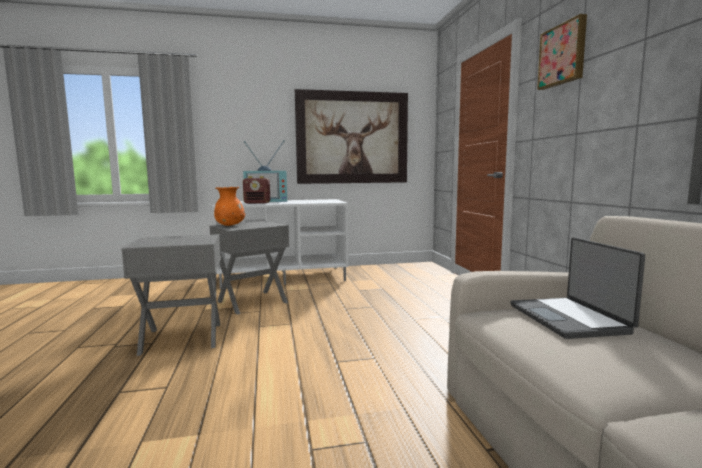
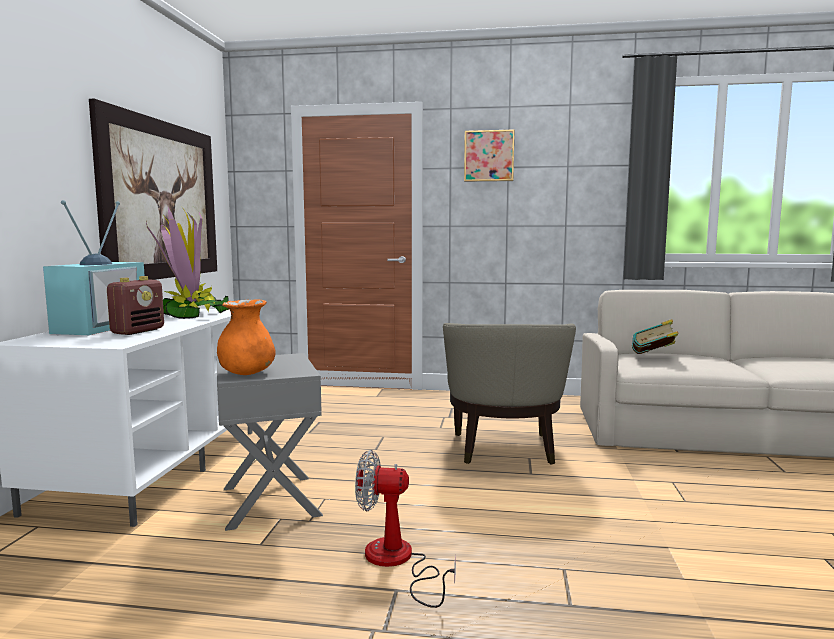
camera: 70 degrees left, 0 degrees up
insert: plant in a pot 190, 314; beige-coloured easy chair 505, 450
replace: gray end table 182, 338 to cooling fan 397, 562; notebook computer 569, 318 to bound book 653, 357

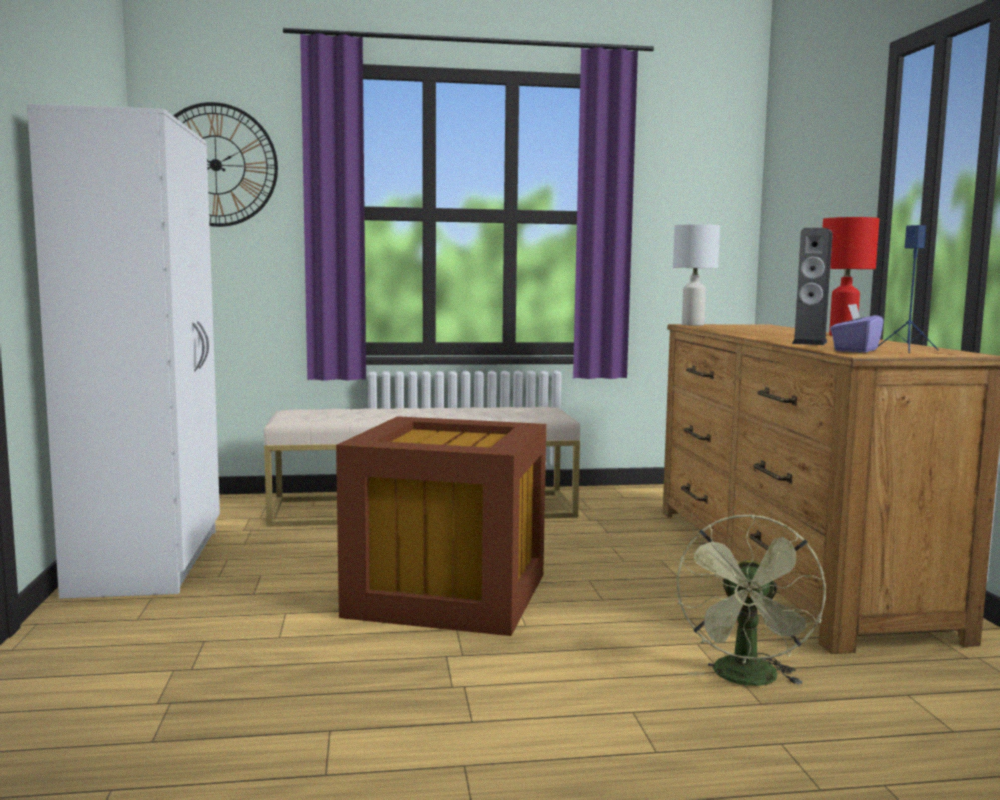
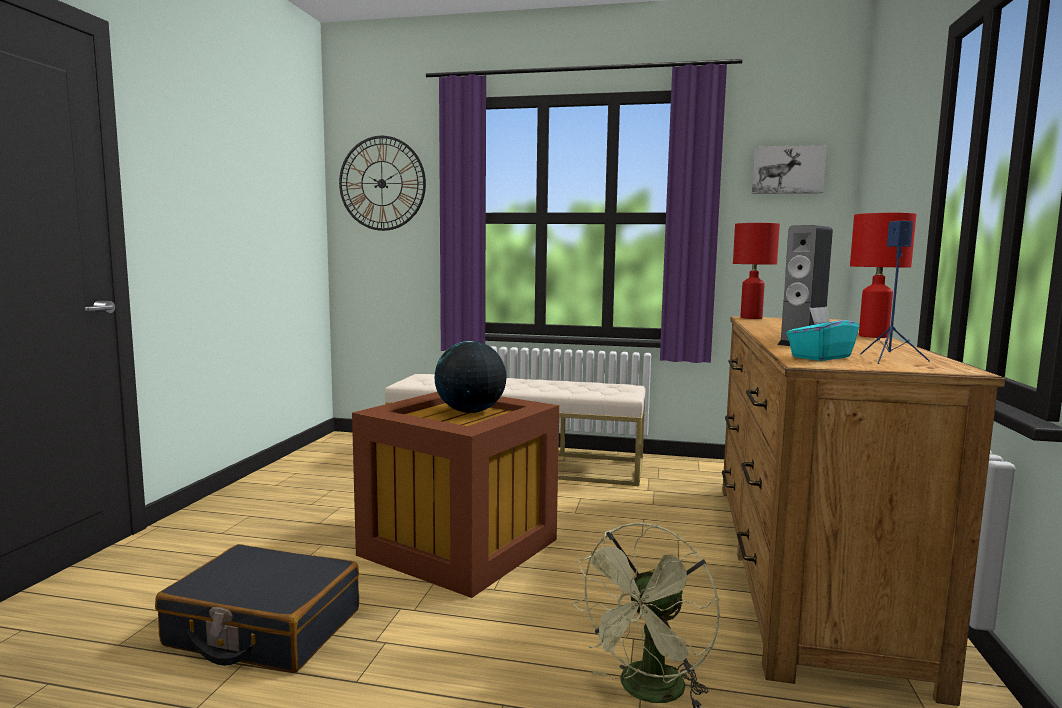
camera: 20 degrees right, 0 degrees up
delete: whitish clothes cupboard 150, 561
insert: wall picture 787, 170; world globe 470, 412; black travel case 263, 628
recolor: whitish lamp for a table 693, 325 to red-coloured lamp for a table 751, 318; purple box of tissues 855, 350 to turquoise box of tissues 820, 357

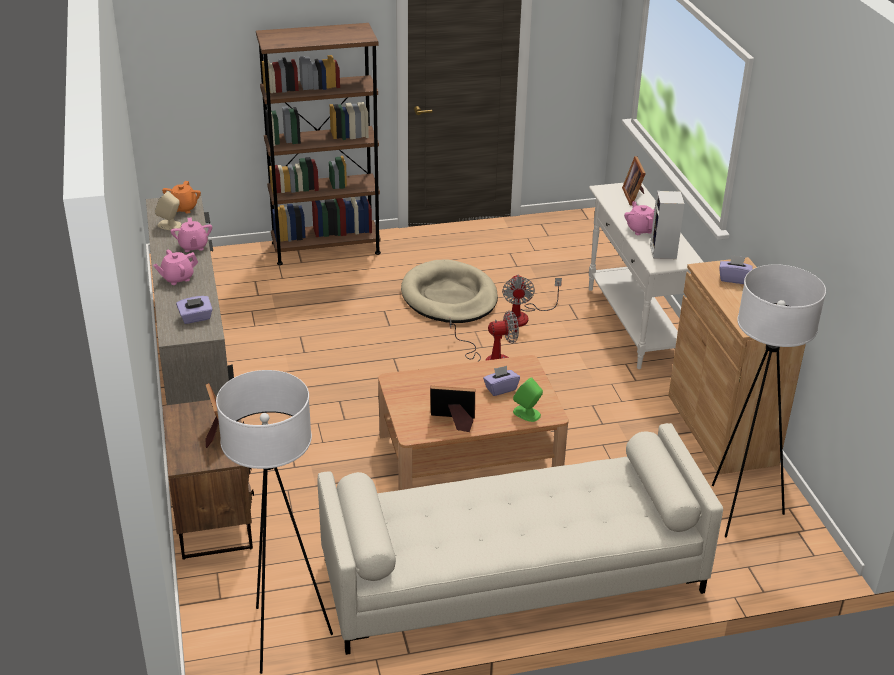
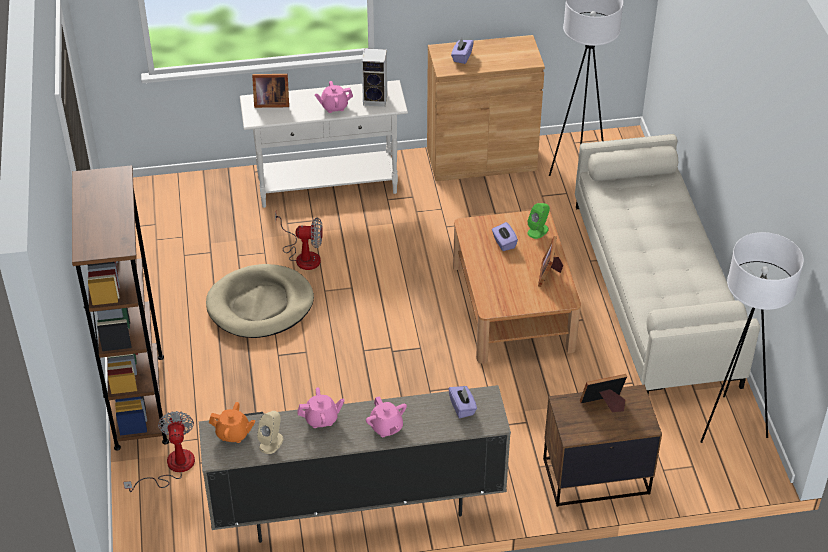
camera: 85 degrees left, 10 degrees up
move: cooling fan 490, 359 to 172, 467

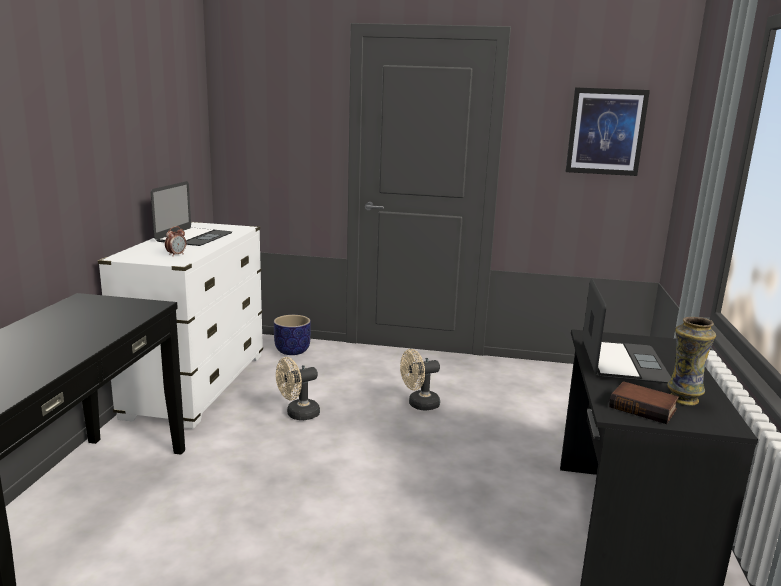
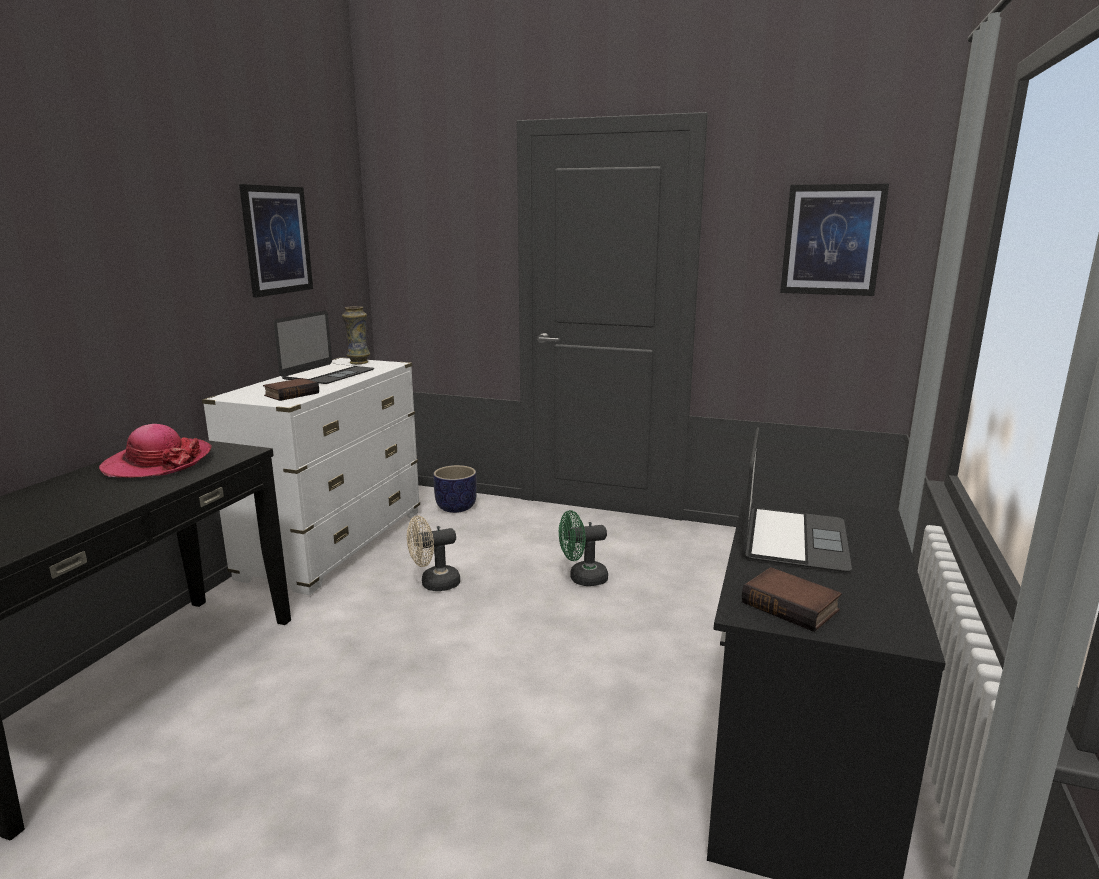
camera: 10 degrees right, 0 degrees up
insert: wall picture 277, 240; clothing hat 157, 463
move: decorative vase 683, 399 to 358, 362
replace: alarm clock 176, 255 to bound book 291, 394
recolor: beige-coloured cooling fan 419, 405 to green cooling fan 582, 579

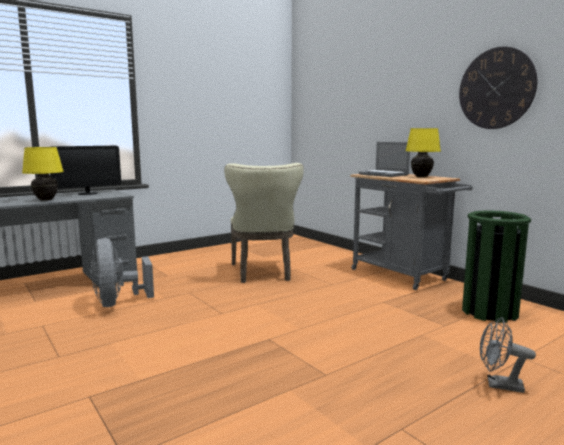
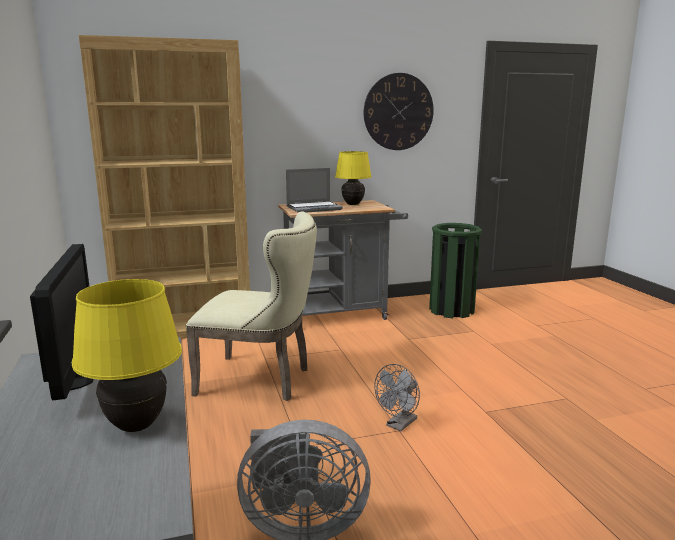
camera: 70 degrees left, 5 degrees up
insert: brown bookshelf 185, 328
move: gray cooling fan 499, 385 to 399, 425

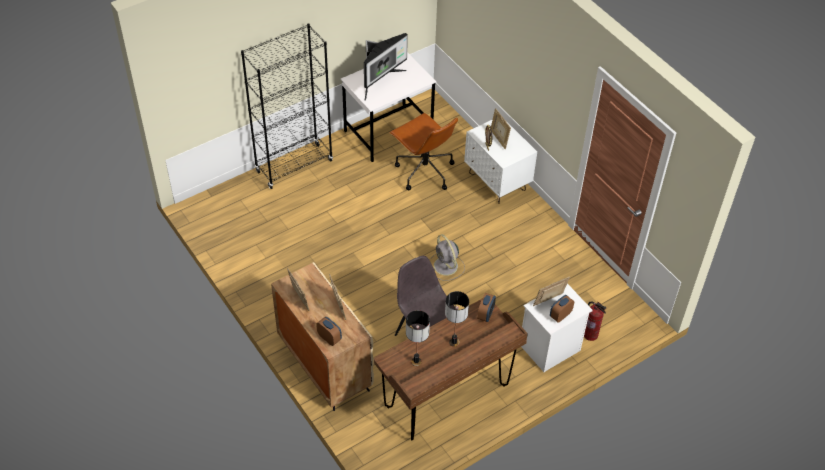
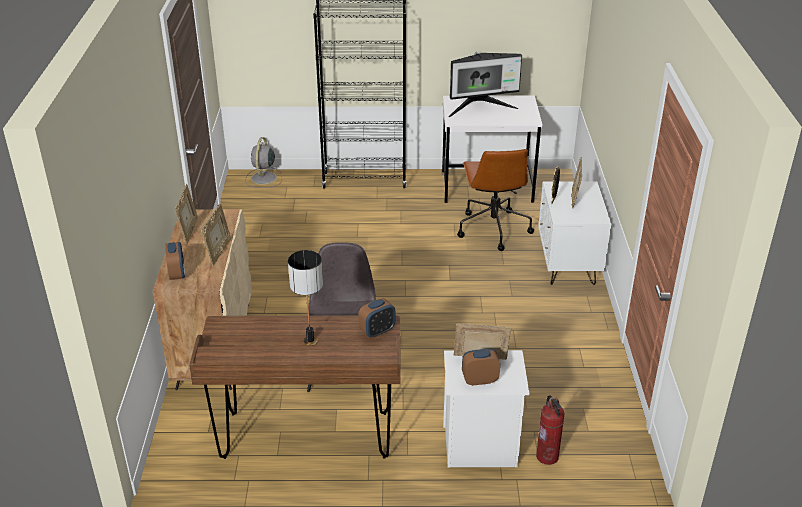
camera: 35 degrees right, 15 degrees down
delete: lamp for a table 416, 361
move: gray cooling fan 446, 267 to 263, 178

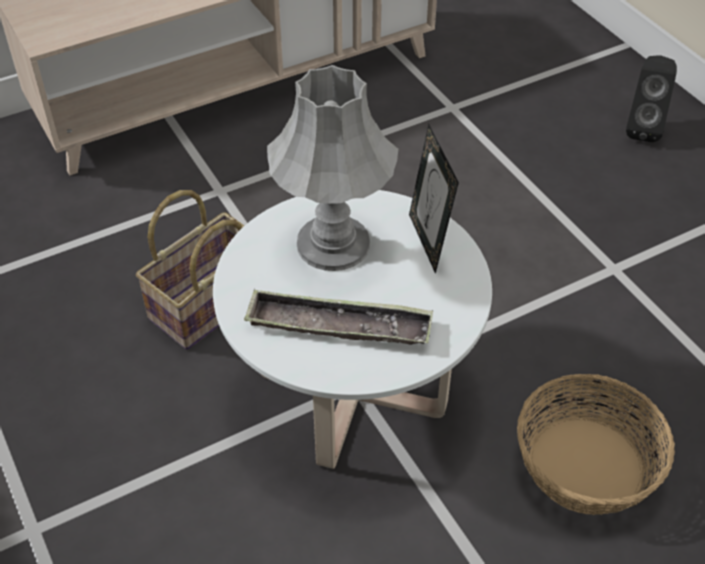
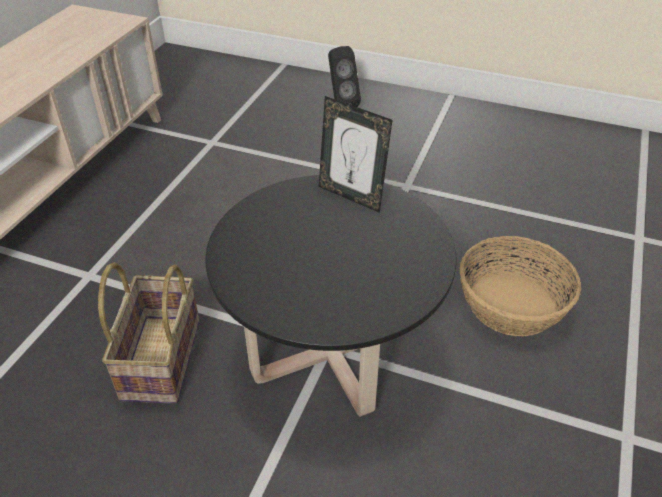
camera: 40 degrees left, 5 degrees down
delete: gray lamp for a table 333, 243; tray 338, 325
recolor: whitish lounge table 352, 392 to black lounge table 330, 352

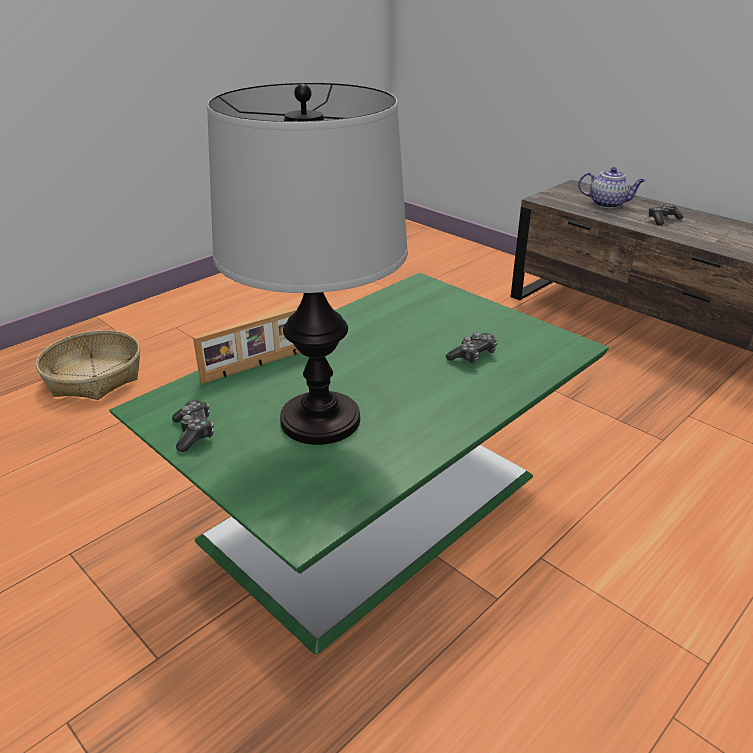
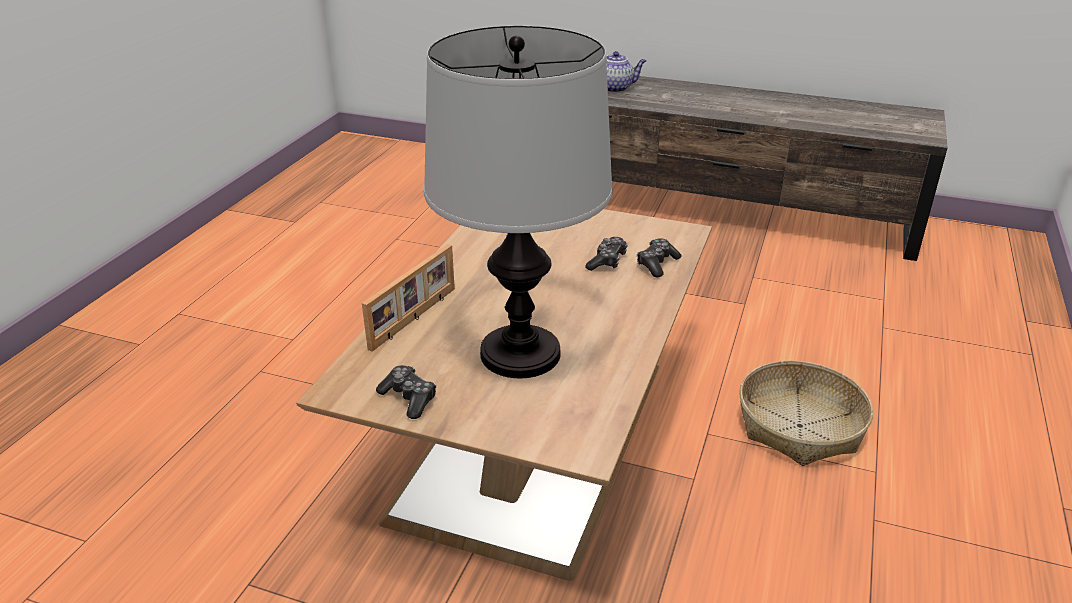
camera: 25 degrees left, 0 degrees up
move: game controller 663, 220 to 657, 264; storage basket 94, 377 to 799, 426
recolor: green lounge table 377, 502 to brown lounge table 535, 431

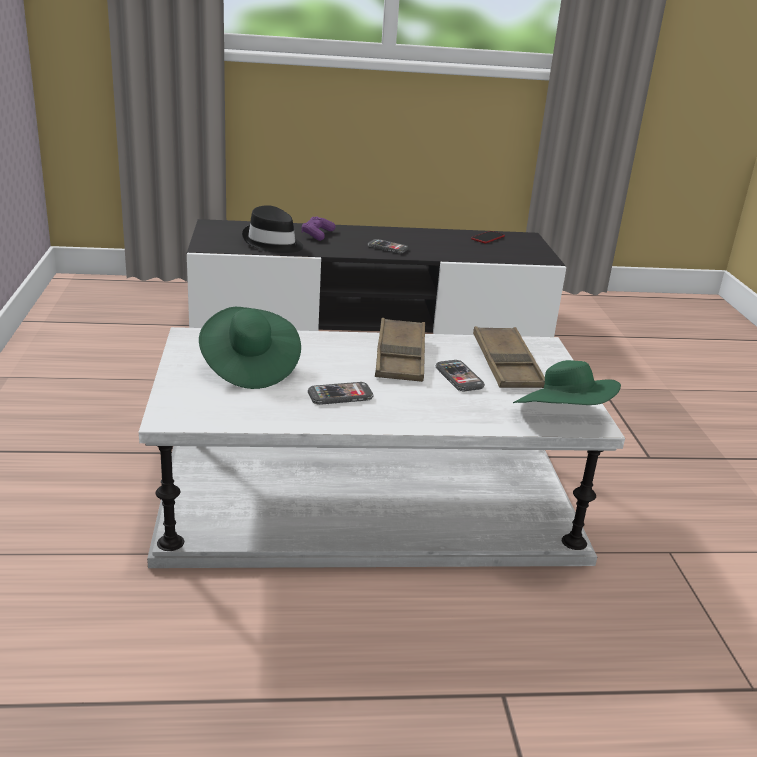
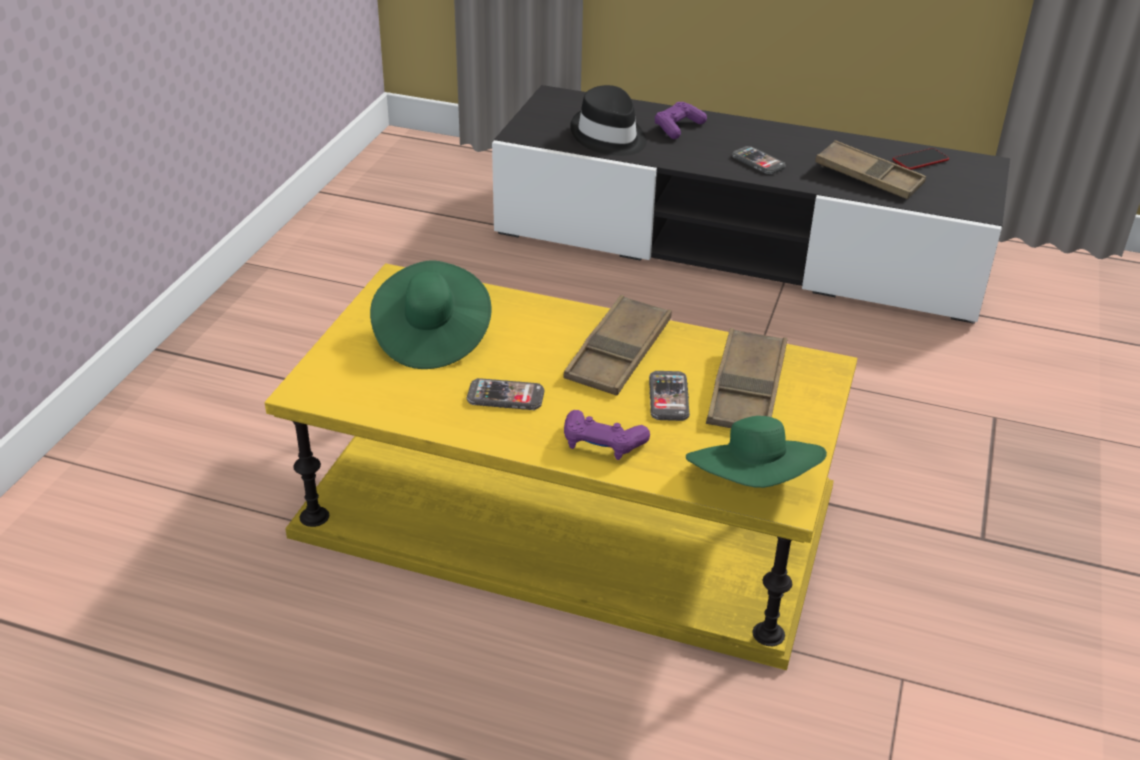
camera: 25 degrees right, 10 degrees up
insert: brown tray 868, 177; purple game controller 602, 444
recolor: whitish lounge table 367, 500 to yellow lounge table 564, 513

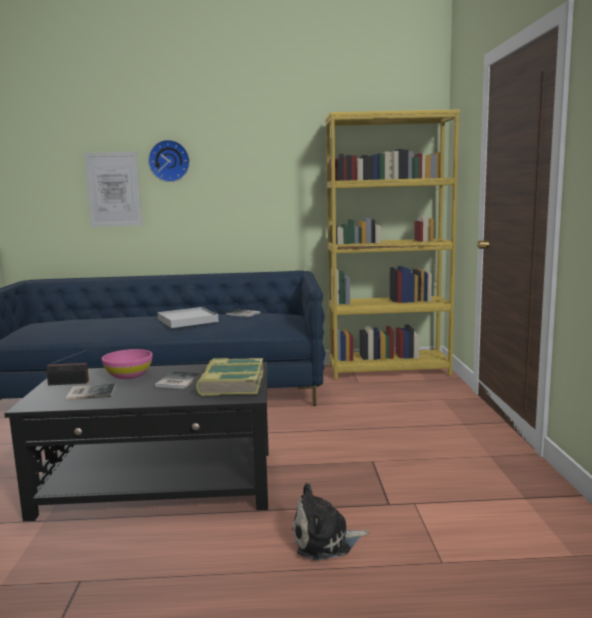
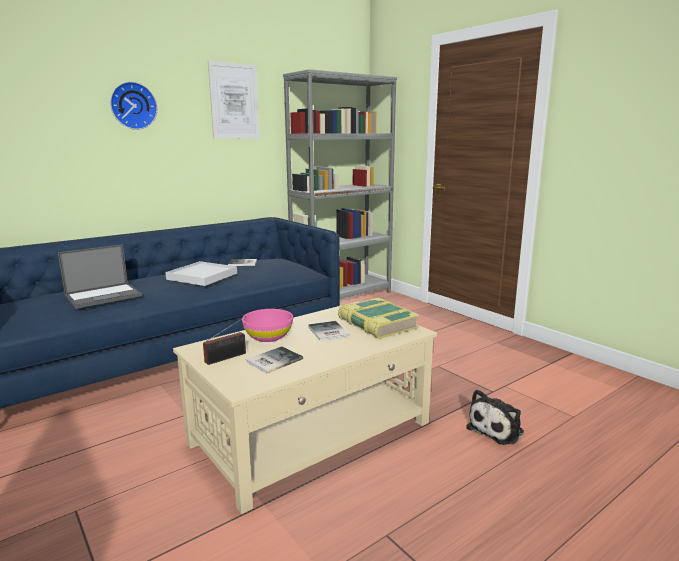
camera: 35 degrees left, 5 degrees up
insert: notebook computer 104, 296
move: wall picture 113, 189 to 234, 101
recolor: yellow bookshelf 389, 370 to gray bookshelf 342, 296; black lounge table 160, 483 to beige-coloured lounge table 313, 433

